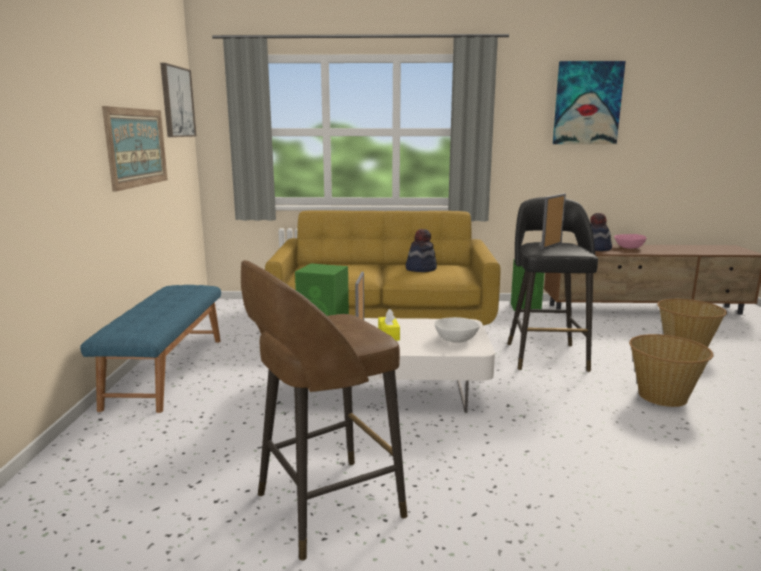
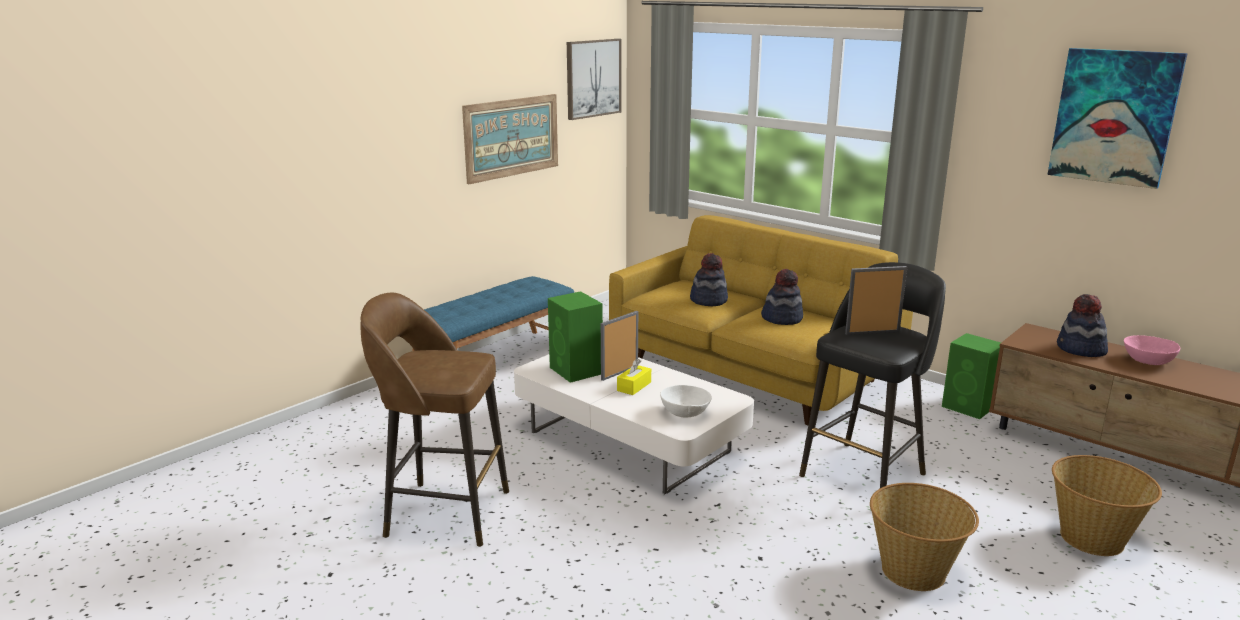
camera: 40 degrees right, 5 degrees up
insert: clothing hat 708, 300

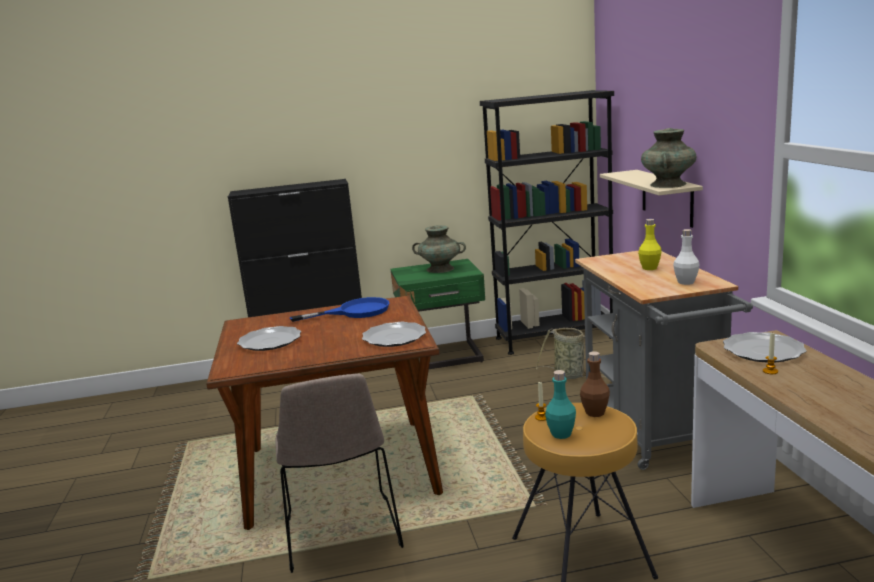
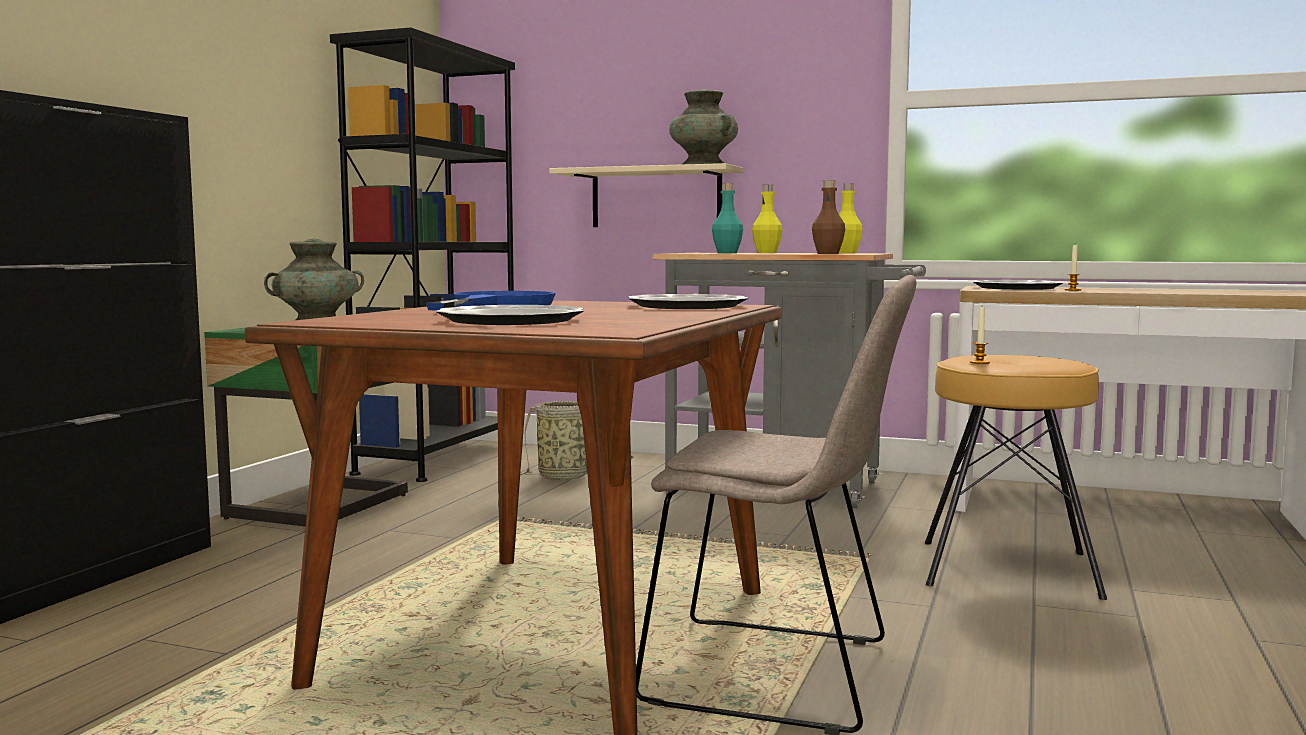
camera: 60 degrees left, 10 degrees down
move: brown beverage bottle 595, 413 to 828, 253; turquoise beverage bottle 561, 434 to 727, 253
recolor: whitish beverage bottle 686, 282 to yellow beverage bottle 846, 253

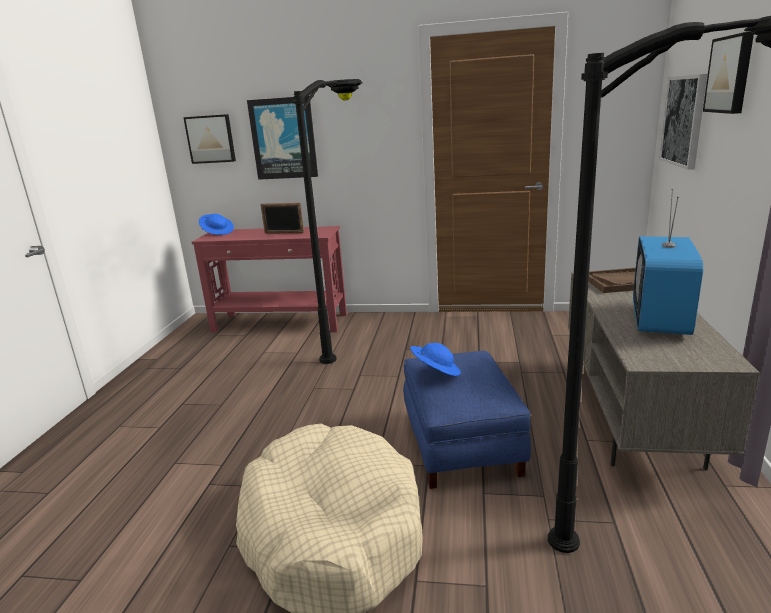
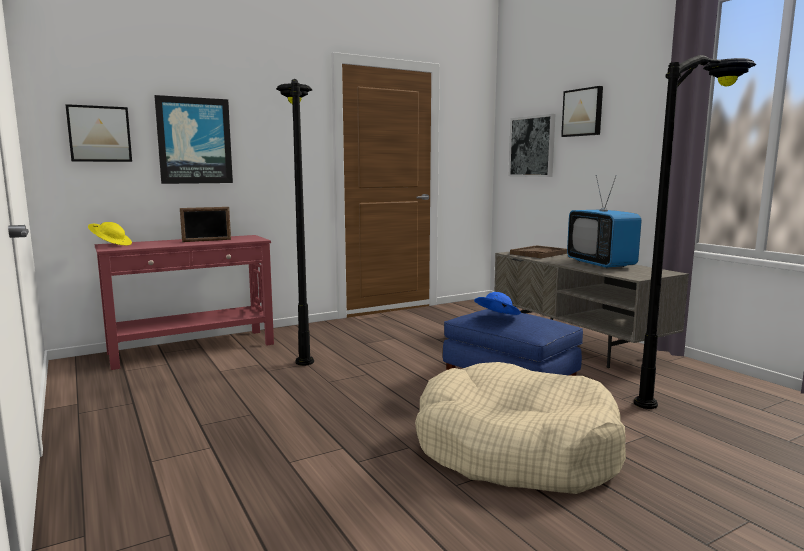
camera: 40 degrees left, 10 degrees down
recolor: blue-coloured clothing hat 218, 232 to yellow clothing hat 111, 245

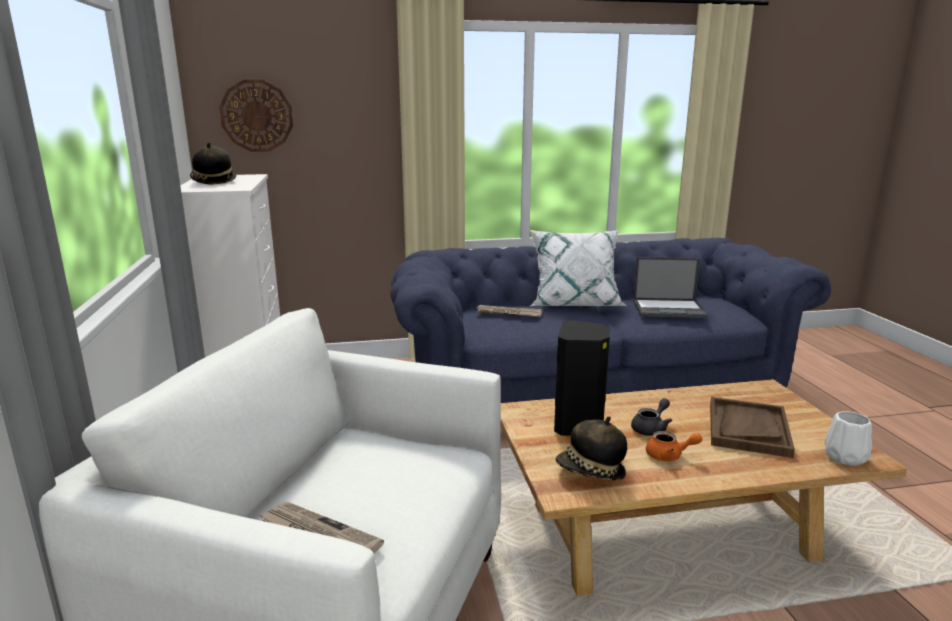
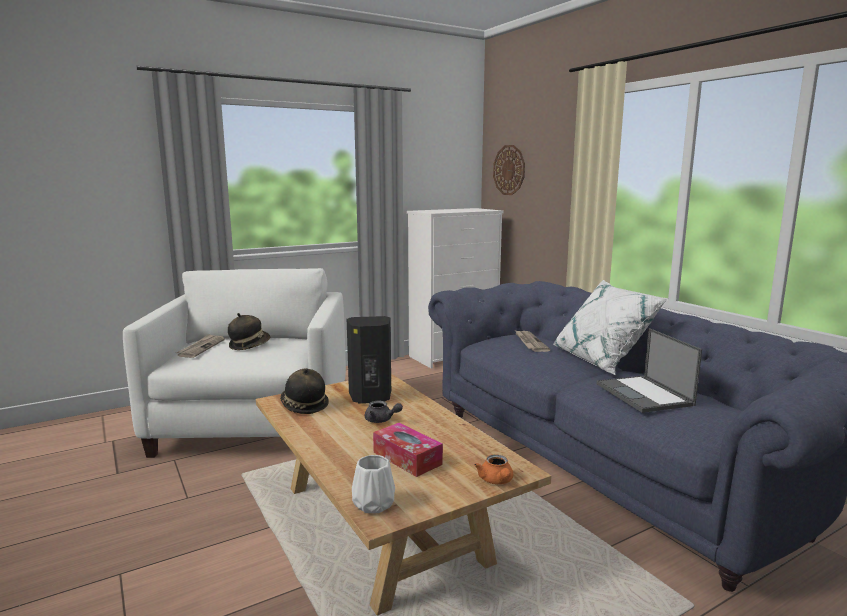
camera: 70 degrees right, 5 degrees down
move: clothing hat 214, 182 to 249, 345; orangey teapot 669, 456 to 496, 481
replace: brown tray 748, 429 to box of tissues 407, 458

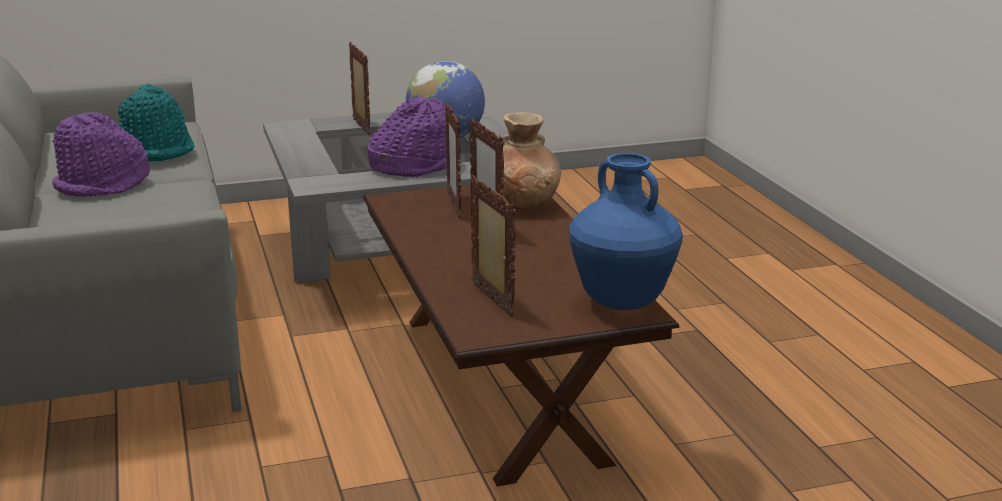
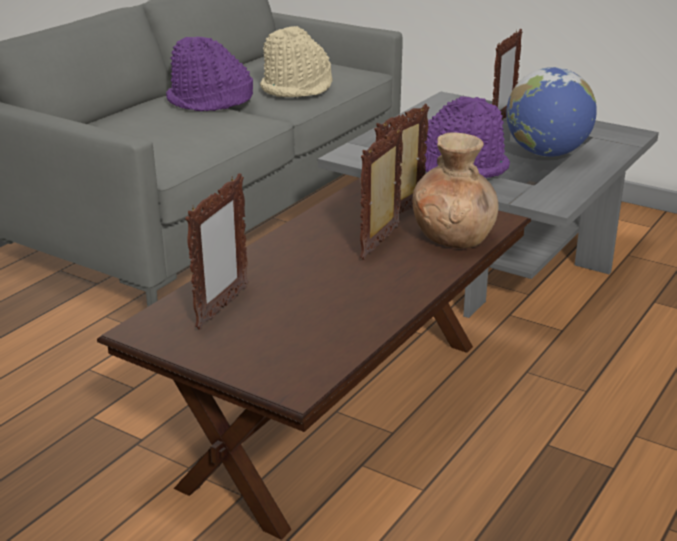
camera: 50 degrees right, 5 degrees up
delete: blue-coloured decorative vase 623, 303
recolor: turquoise clothing hat 157, 151 to beige-coloured clothing hat 297, 88

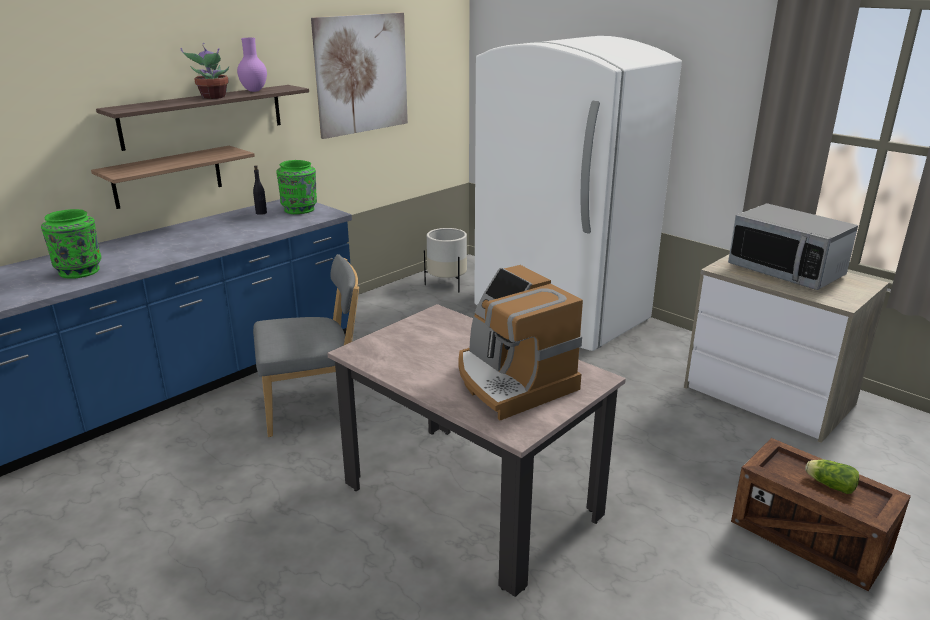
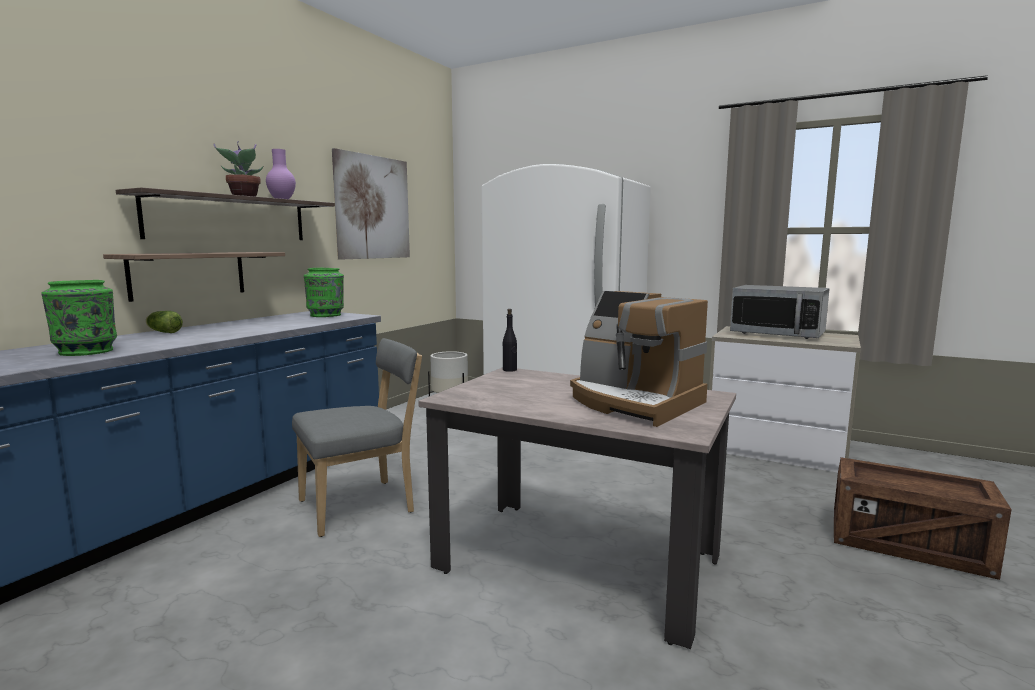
camera: 15 degrees left, 15 degrees down
move: black beverage bottle 261, 213 to 510, 370; head of lettuce 828, 484 to 163, 332

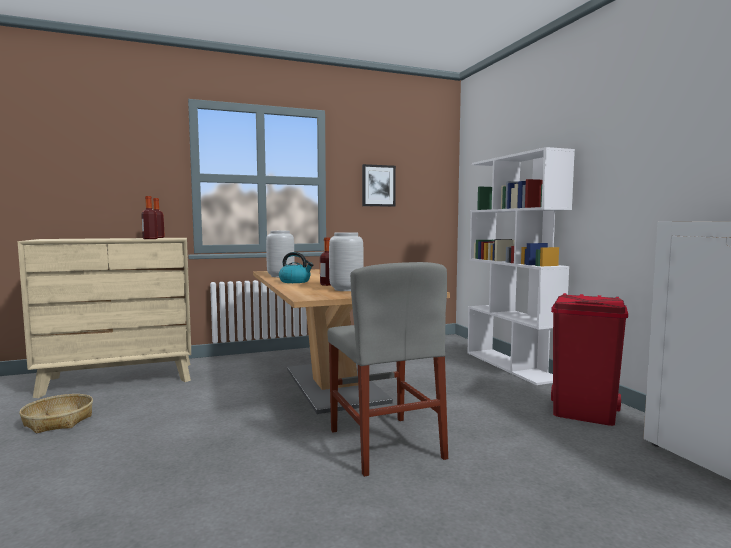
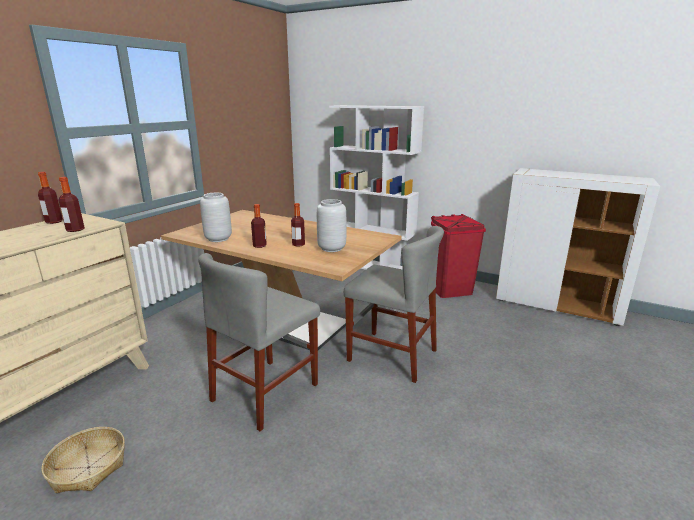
camera: 40 degrees left, 15 degrees up
delete: wall picture 378, 185
insert: gray upright chair 265, 392
replace: kettle 295, 281 to beverage bottle 259, 246

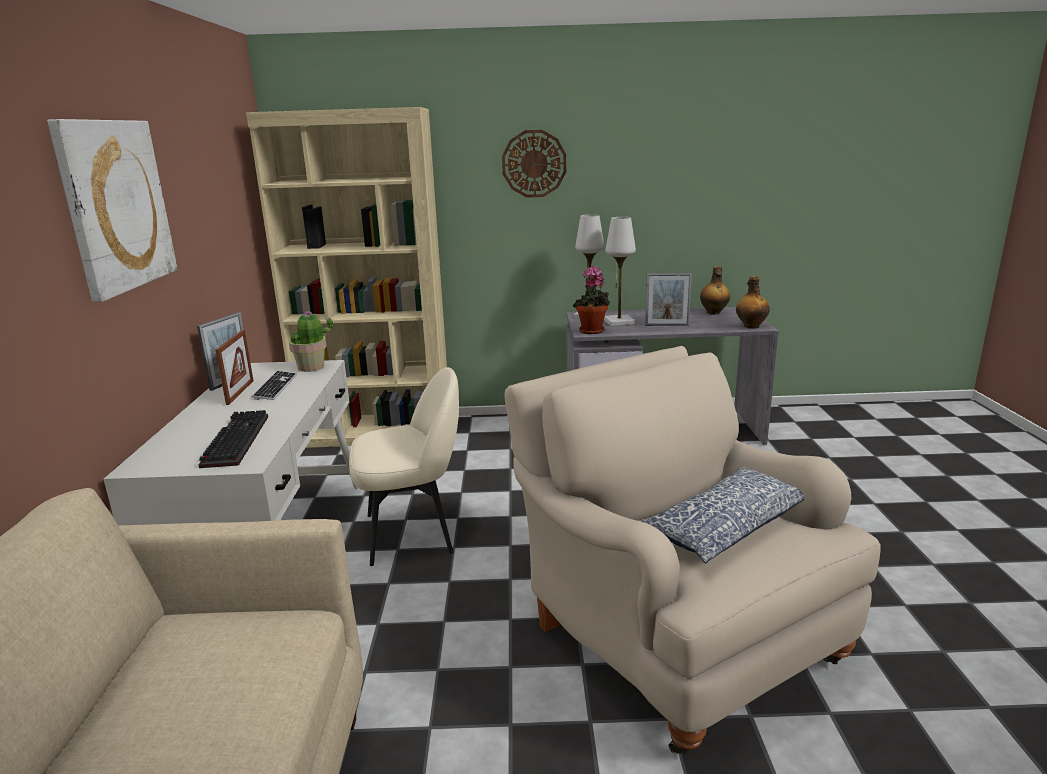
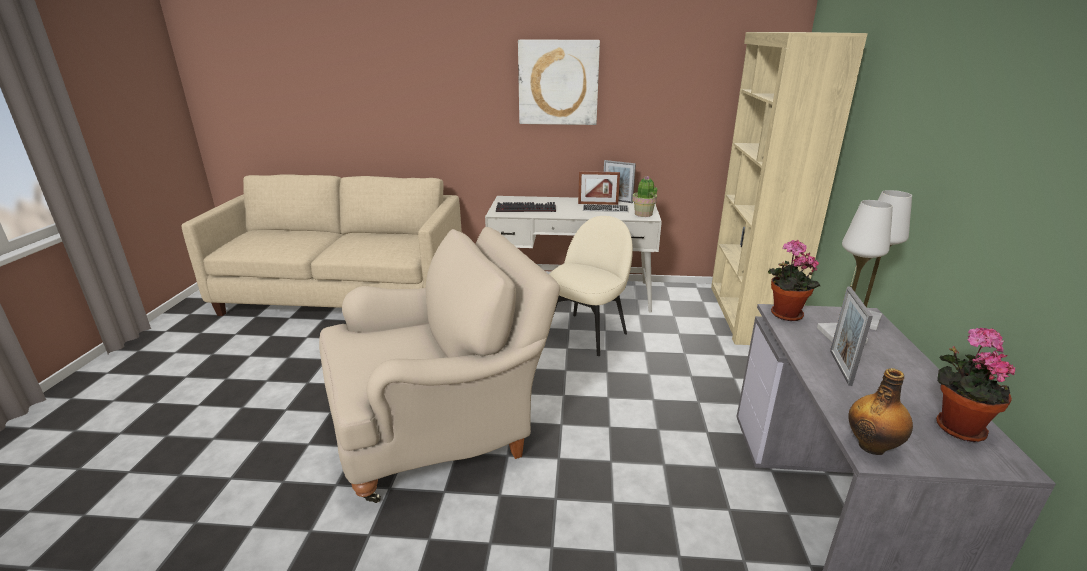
camera: 95 degrees right, 5 degrees up
delete: clock on the wall 534, 164; pillow 725, 527
replace: beverage bottle 713, 313 to plant in a pot 955, 426
rotate: beige-coloured upright chair 412, 532 = 587, 333 135 degrees counterclockwise

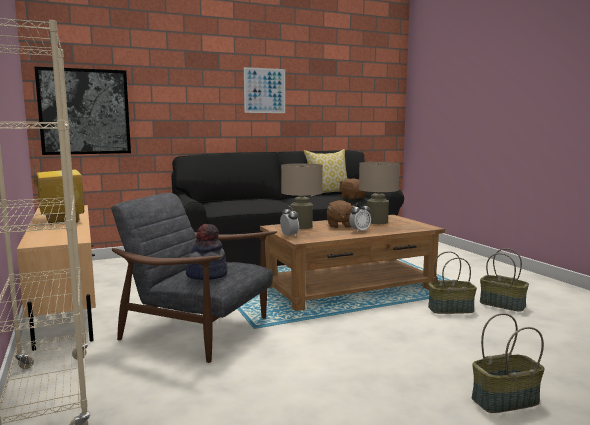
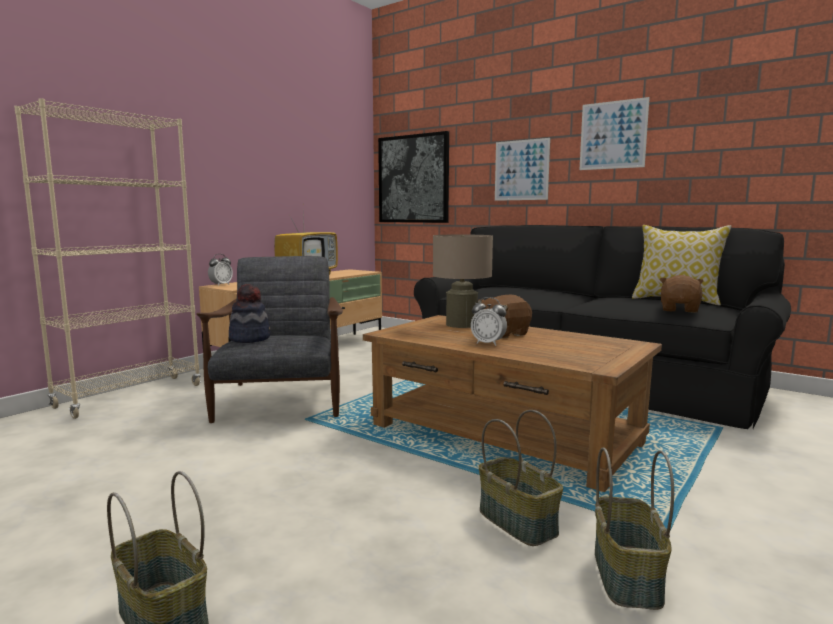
camera: 60 degrees right, 0 degrees up
delete: beige-coloured lamp for a table 377, 222
insert: wall picture 521, 170
move: alarm clock 289, 236 to 221, 285

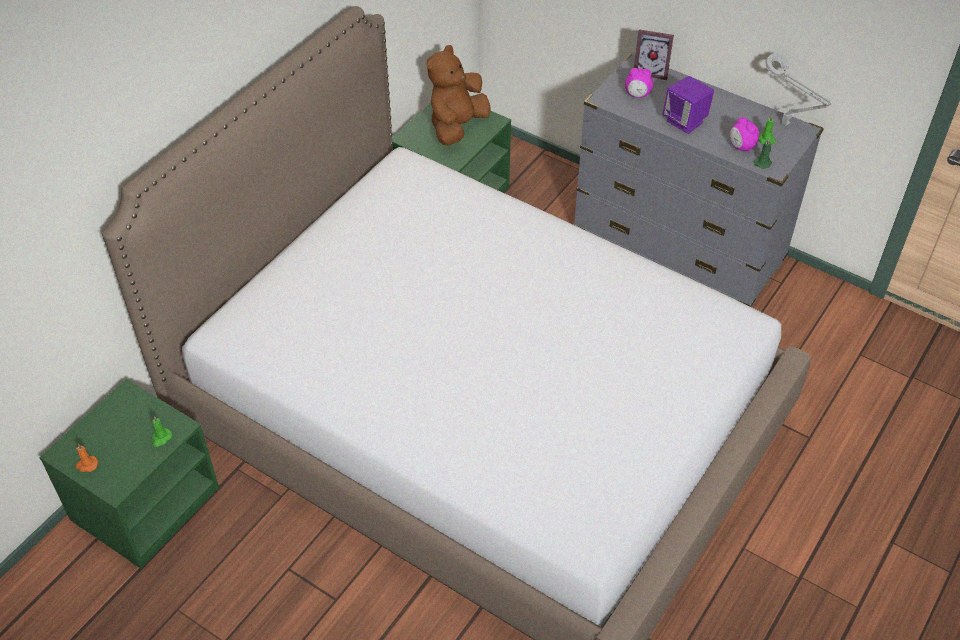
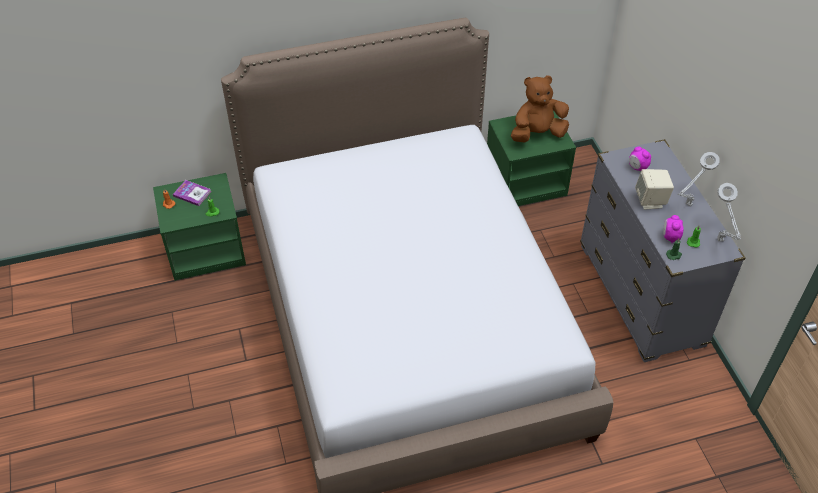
camera: 40 degrees right, 0 degrees up
delete: photo frame 651, 71
insert: gray lamp for a table 687, 205; bound book 192, 193
recolor: purple loudspeaker 685, 121 to beige-coloured loudspeaker 650, 201

